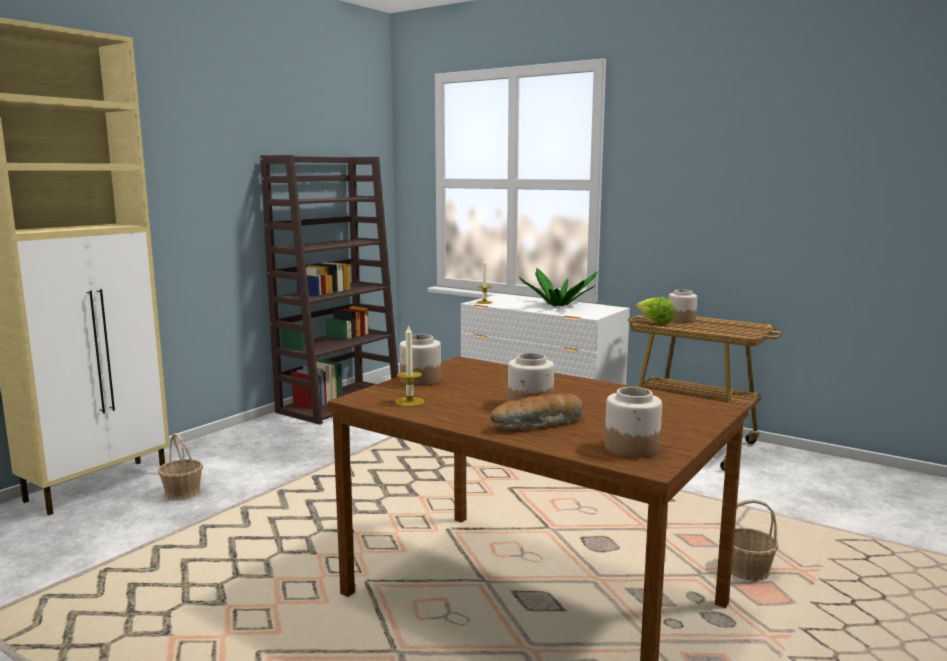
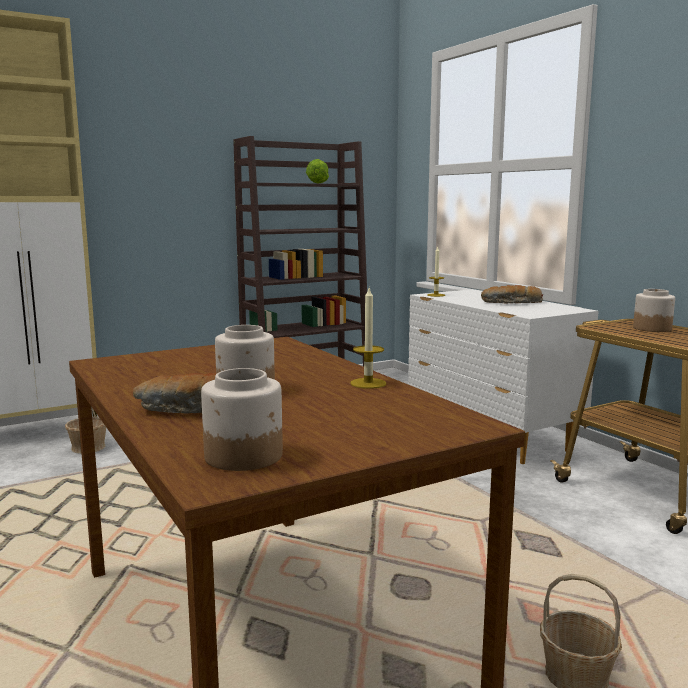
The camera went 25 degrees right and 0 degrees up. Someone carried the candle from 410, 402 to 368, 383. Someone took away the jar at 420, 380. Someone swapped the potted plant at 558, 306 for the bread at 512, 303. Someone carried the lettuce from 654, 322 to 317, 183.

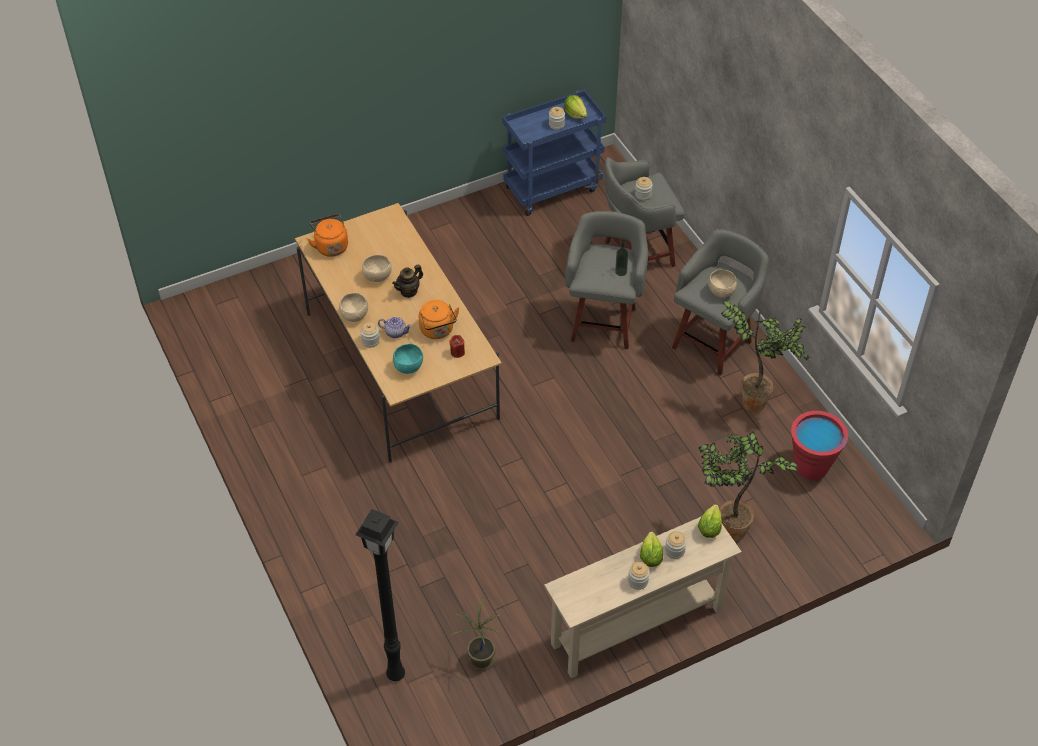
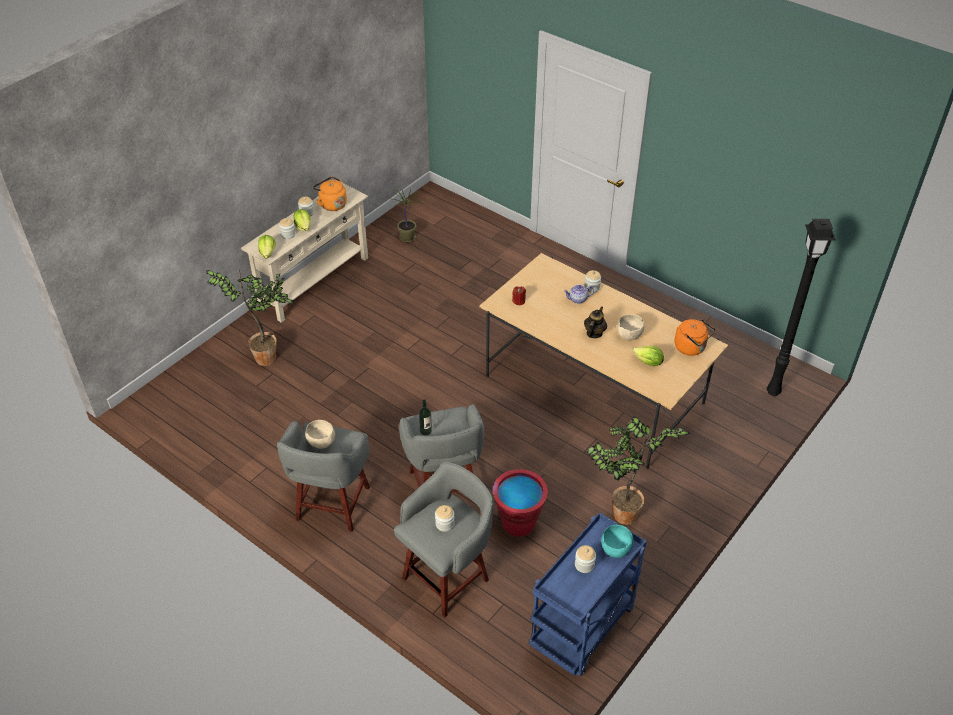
The camera went 155 degrees right and 5 degrees down. Someone took away the bowl (beige) at 355, 316. Someone carried the floor lamp (black) from 394, 675 to 774, 391. Someone carried the bowl (turquoise) from 408, 367 to 616, 549. Someone carried the kettle (orange) from 438, 331 to 331, 204. Someone carried the lettuce from 575, 114 to 648, 362. Someone carried the potted plant from 757, 402 to 622, 516. Someone carried the bucket (red) from 811, 466 to 518, 523.

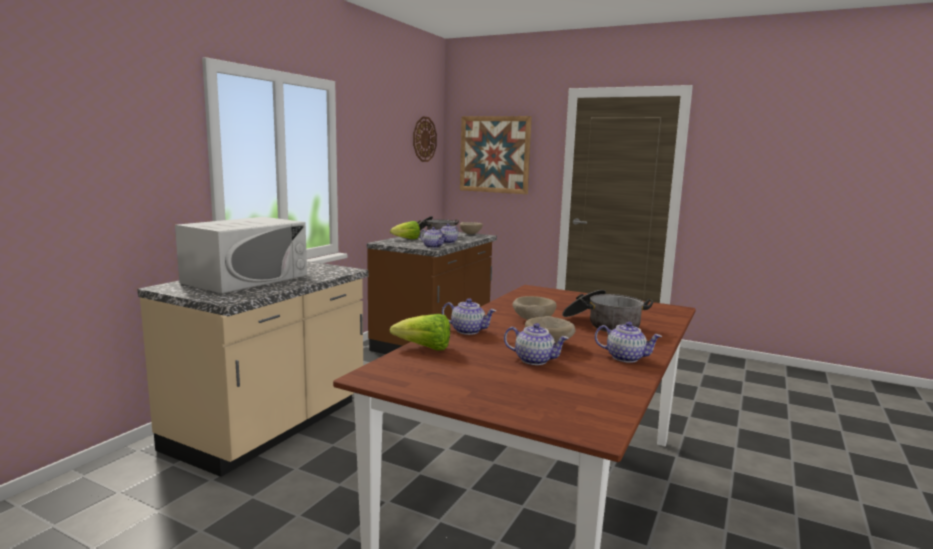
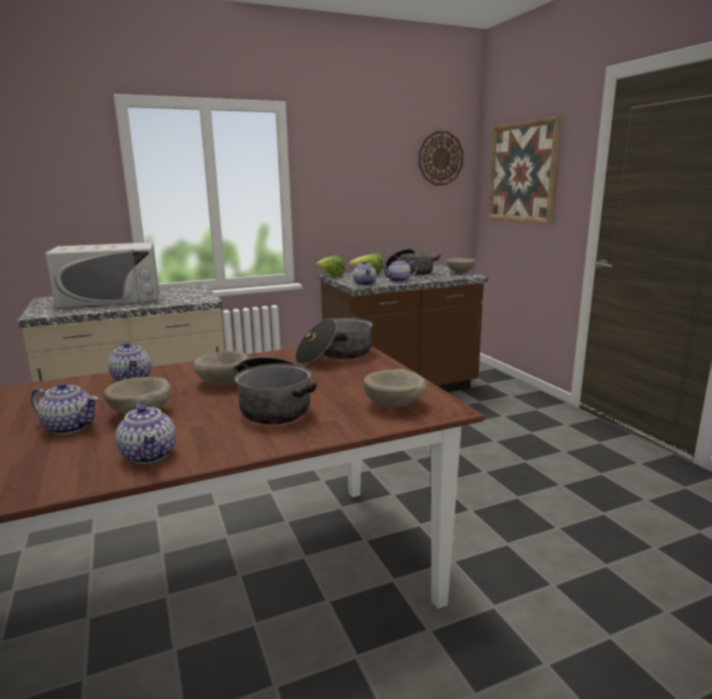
The camera went 40 degrees right and 5 degrees up. Someone carried the lettuce from 425, 348 to 330, 276. Someone rotated the teapot at 535, 360 by 45 degrees counterclockwise. Someone put down the cooking pot at 335, 355. Someone put down the bowl (beige) at 396, 405.

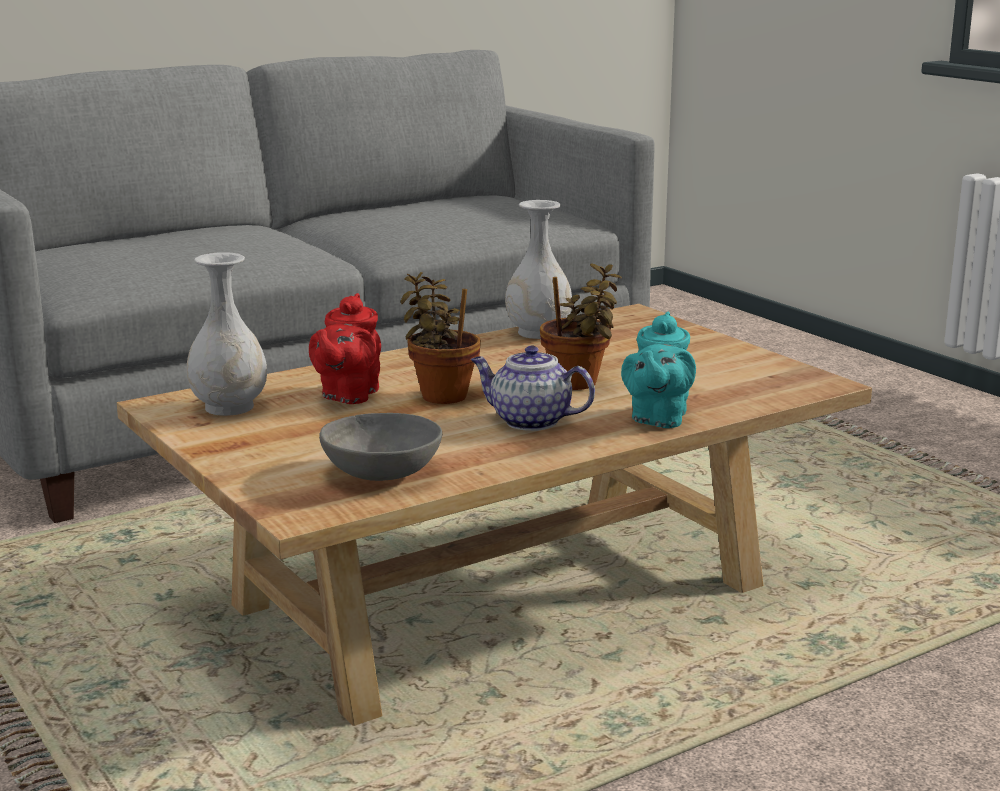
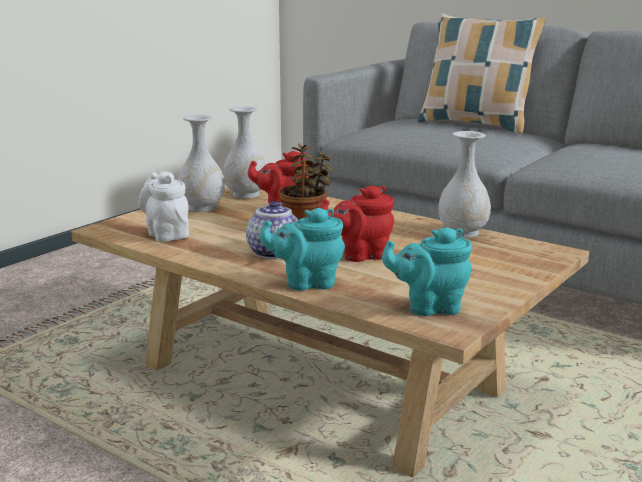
The camera went 70 degrees right and 0 degrees up. Someone swapped the bowl (grey) at 383, 473 for the teapot (white) at 166, 234. Someone swapped the potted plant at 579, 384 for the teapot (red) at 360, 255. Someone put down the vase (white) at 202, 208. Someone put down the teapot (turquoise) at 429, 307. Someone put down the pillow at 475, 125.

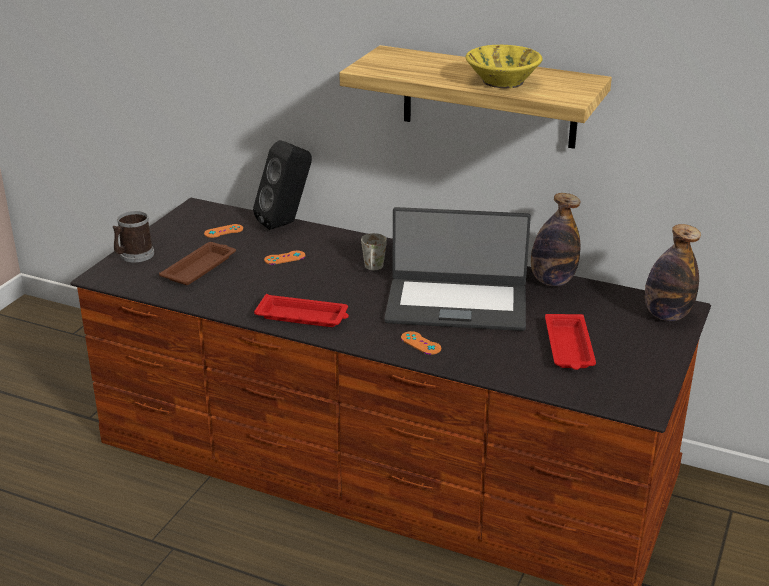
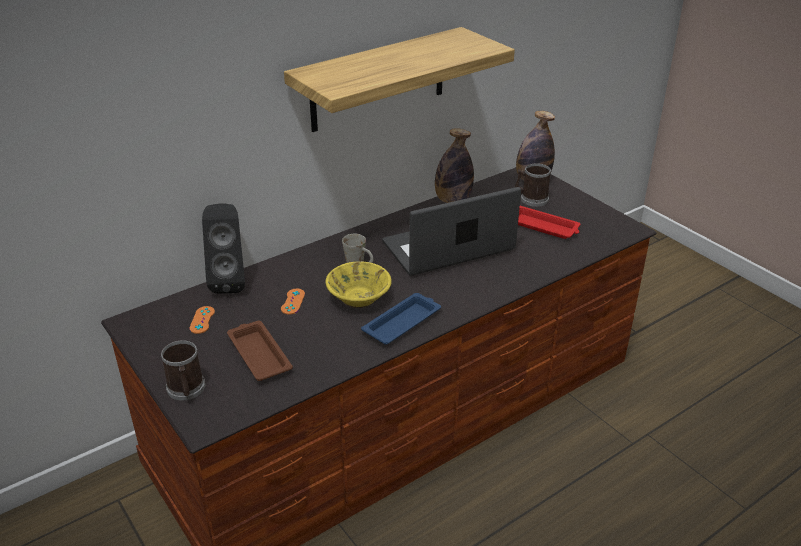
The camera went 60 degrees left and 5 degrees up. Someone repainted the tray (red) at 303, 316, which became the tray (blue) at 403, 322. Someone rotated the laptop at 456, 304 by 150 degrees counterclockwise. Someone took away the game controller (orange) at 420, 343. Someone carried the bowl (yellow) from 502, 82 to 359, 298. Someone put down the mug at 531, 199.

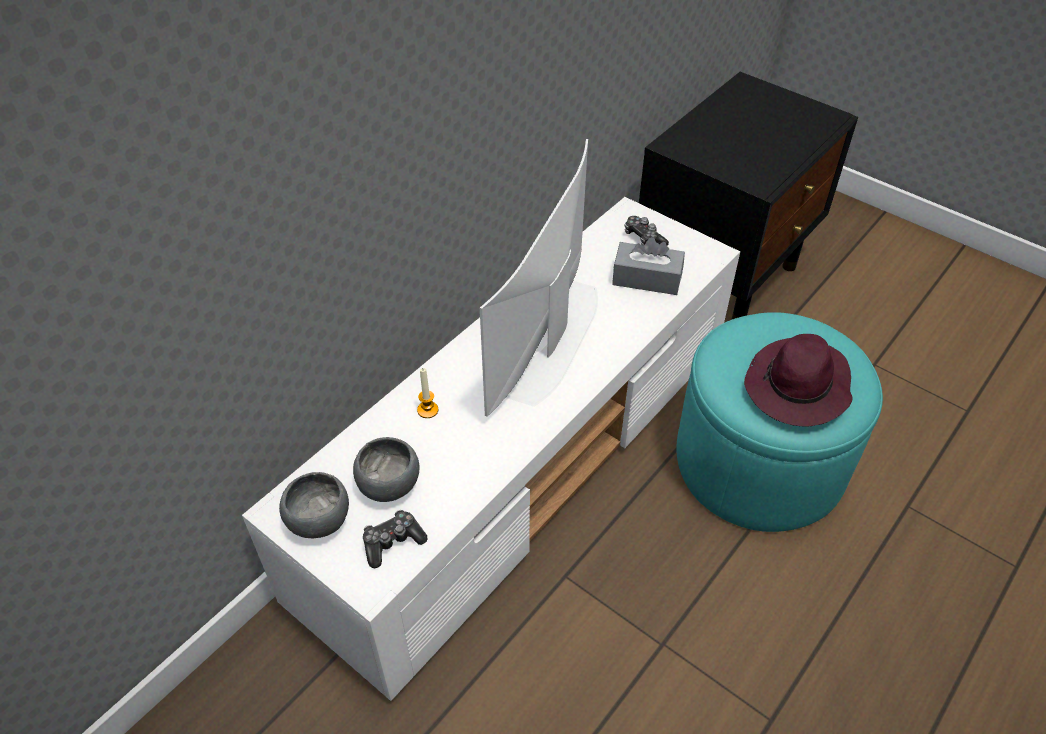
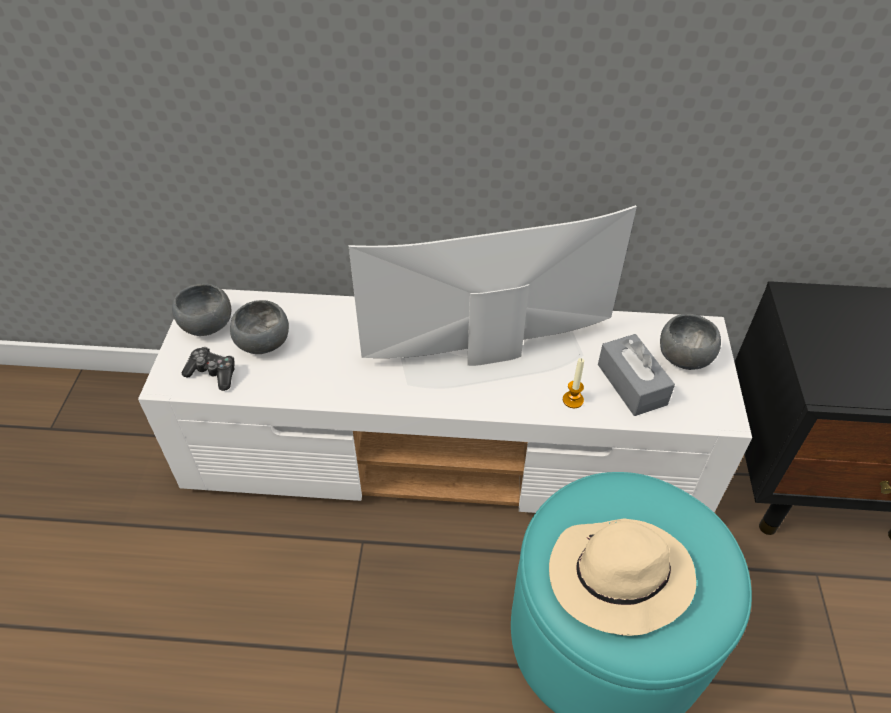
The camera went 55 degrees right and 0 degrees up. Someone carried the candle from 427, 410 to 573, 400. Someone swapped the game controller at 643, 238 for the bowl (grey) at 683, 356. Someone repainted the hat (purple) at 797, 388, which became the hat (beige) at 617, 578.

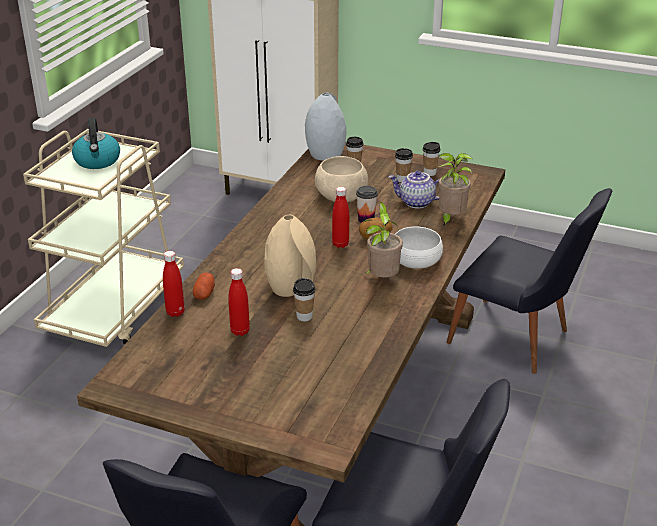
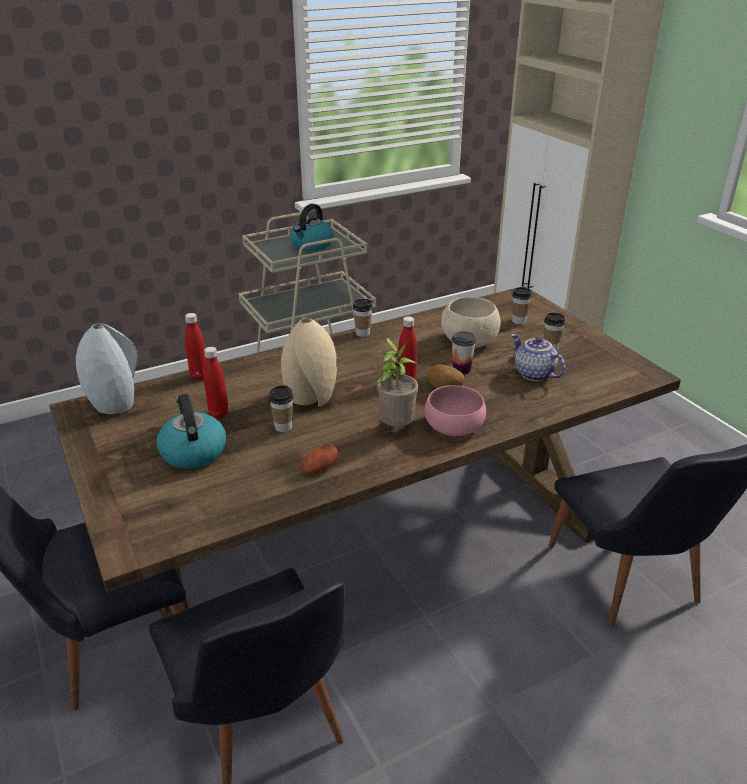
The camera went 40 degrees right and 0 degrees up. Someone carried the potato from 204, 294 to 320, 468. Someone carried the vase (grey) from 325, 154 to 115, 402. Someone repainted the bowl (white) at 415, 260, which became the bowl (pink) at 453, 425. Someone carried the cup from 429, 173 to 362, 333. Someone took away the potted plant at 450, 219. Someone put down the kettle at 193, 451.

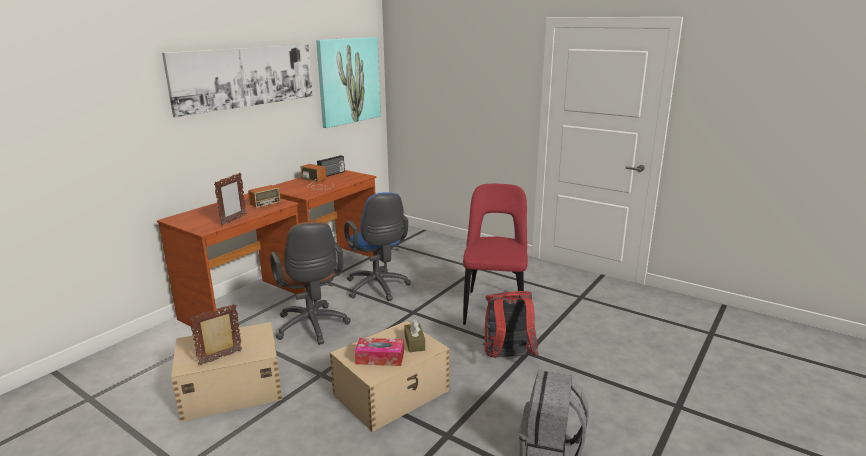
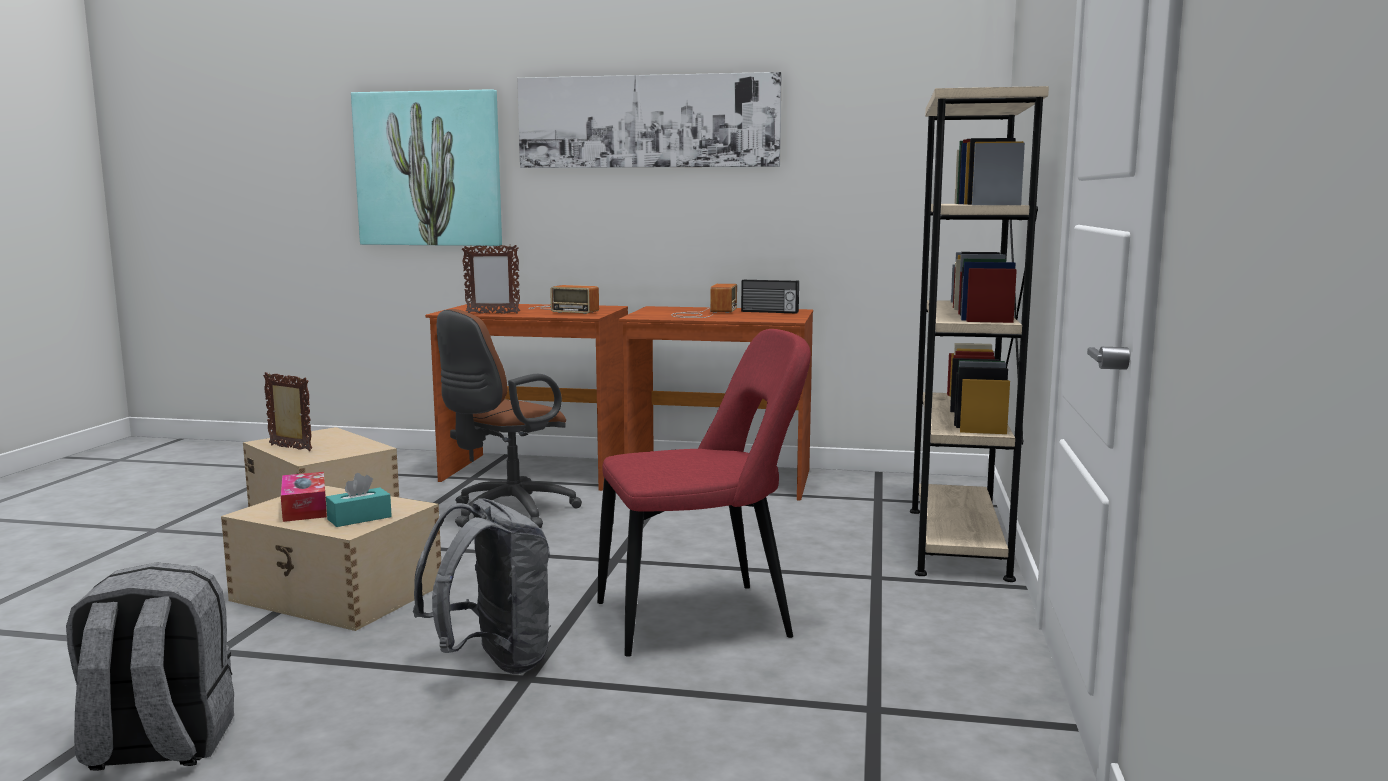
The camera went 65 degrees right and 10 degrees down. Someone carried the picture from 348, 81 to 429, 169. Someone took away the office chair (blue) at 378, 288. Someone repainted the tissue box (brown) at 414, 343, which became the tissue box (turquoise) at 359, 518. Someone repainted the backpack (red) at 507, 358, which became the backpack (grey) at 492, 662. Someone put down the bookcase (beige) at 957, 542.

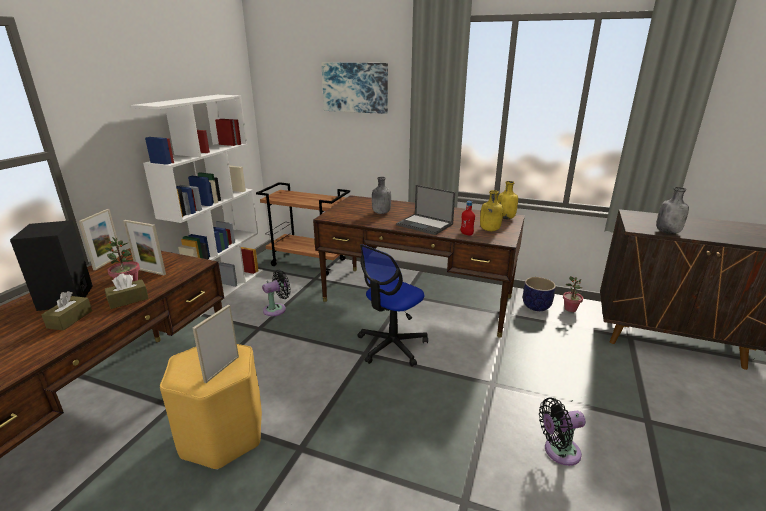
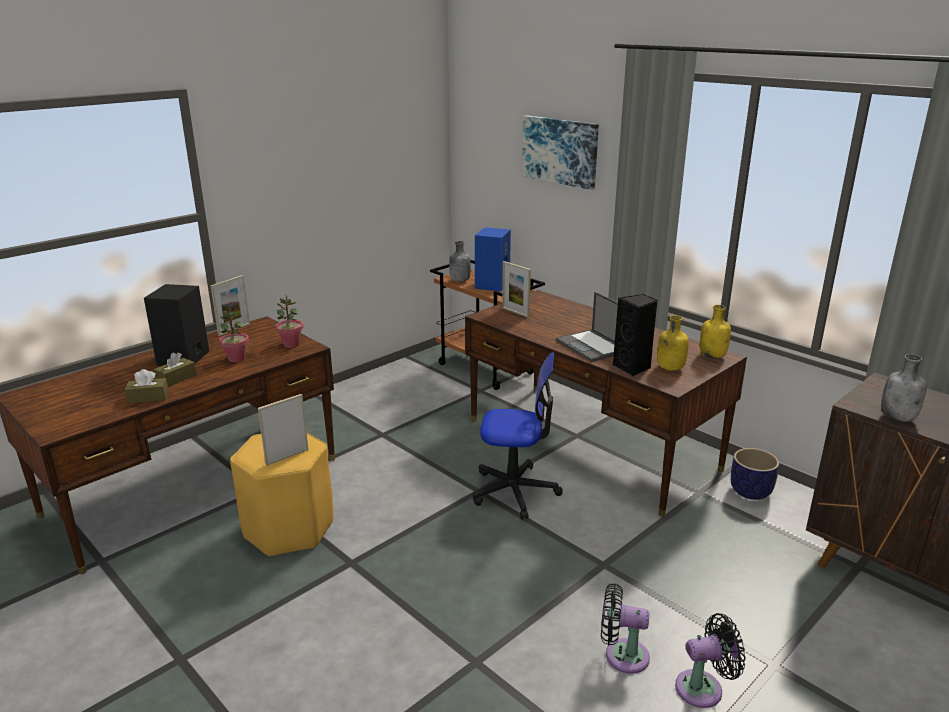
The camera went 25 degrees right and 0 degrees up. Someone carried the tissue box (brown) from 128, 300 to 148, 397. Someone carried the picture frame from 150, 271 to 515, 312. Someone took away the bookcase (white) at 223, 289. Someone carried the fan (black) from 277, 309 to 704, 688. Someone rotated the office chair at 392, 346 by 150 degrees counterclockwise. Someone carried the bottle (grey) from 381, 213 to 459, 281. Someone swapped the bottle (red) at 466, 234 for the speaker (black) at 633, 368. Someone carried the potted plant from 570, 309 to 291, 344. Someone put down the speaker (blue) at 492, 284.

